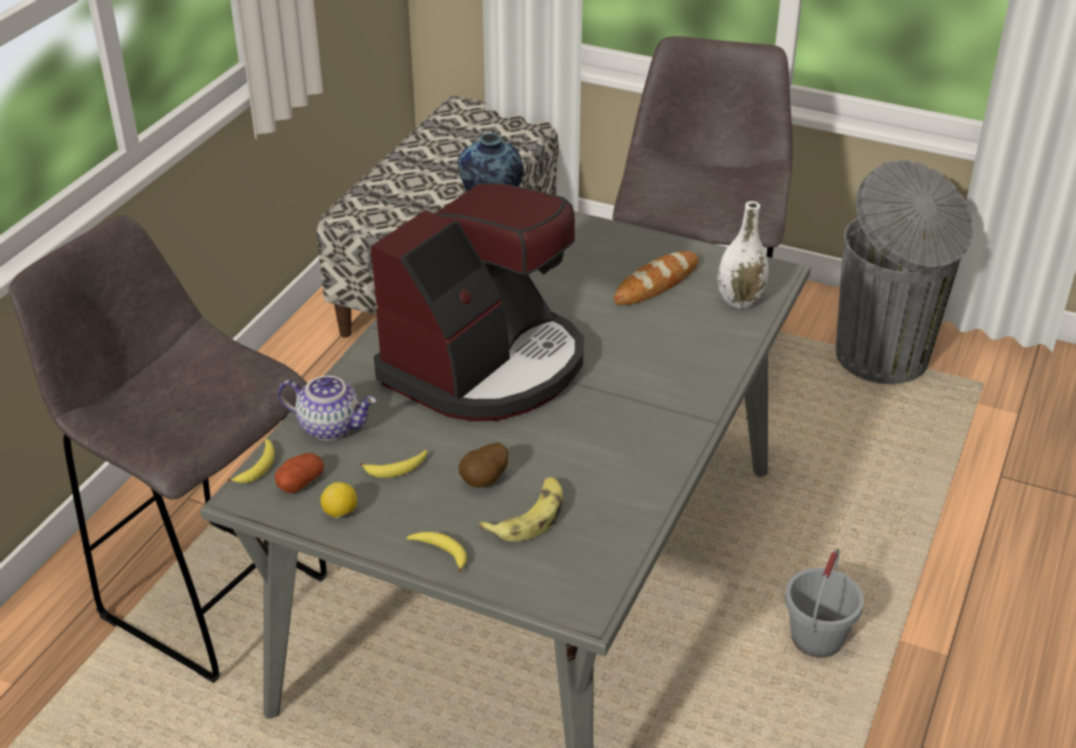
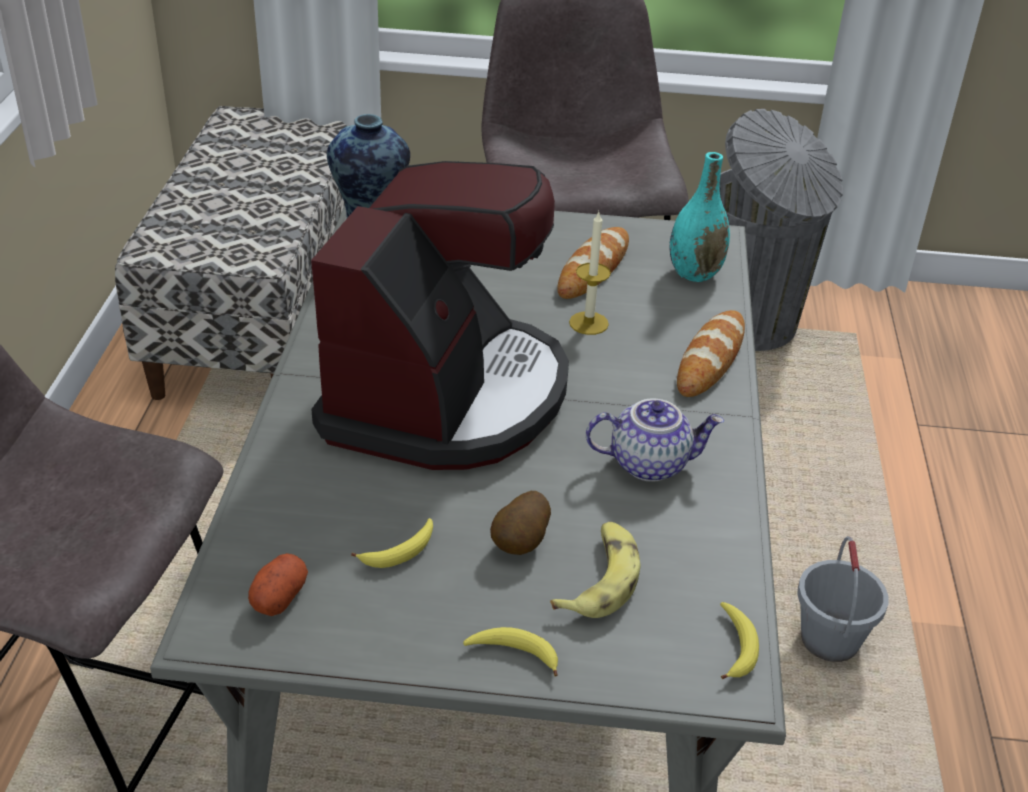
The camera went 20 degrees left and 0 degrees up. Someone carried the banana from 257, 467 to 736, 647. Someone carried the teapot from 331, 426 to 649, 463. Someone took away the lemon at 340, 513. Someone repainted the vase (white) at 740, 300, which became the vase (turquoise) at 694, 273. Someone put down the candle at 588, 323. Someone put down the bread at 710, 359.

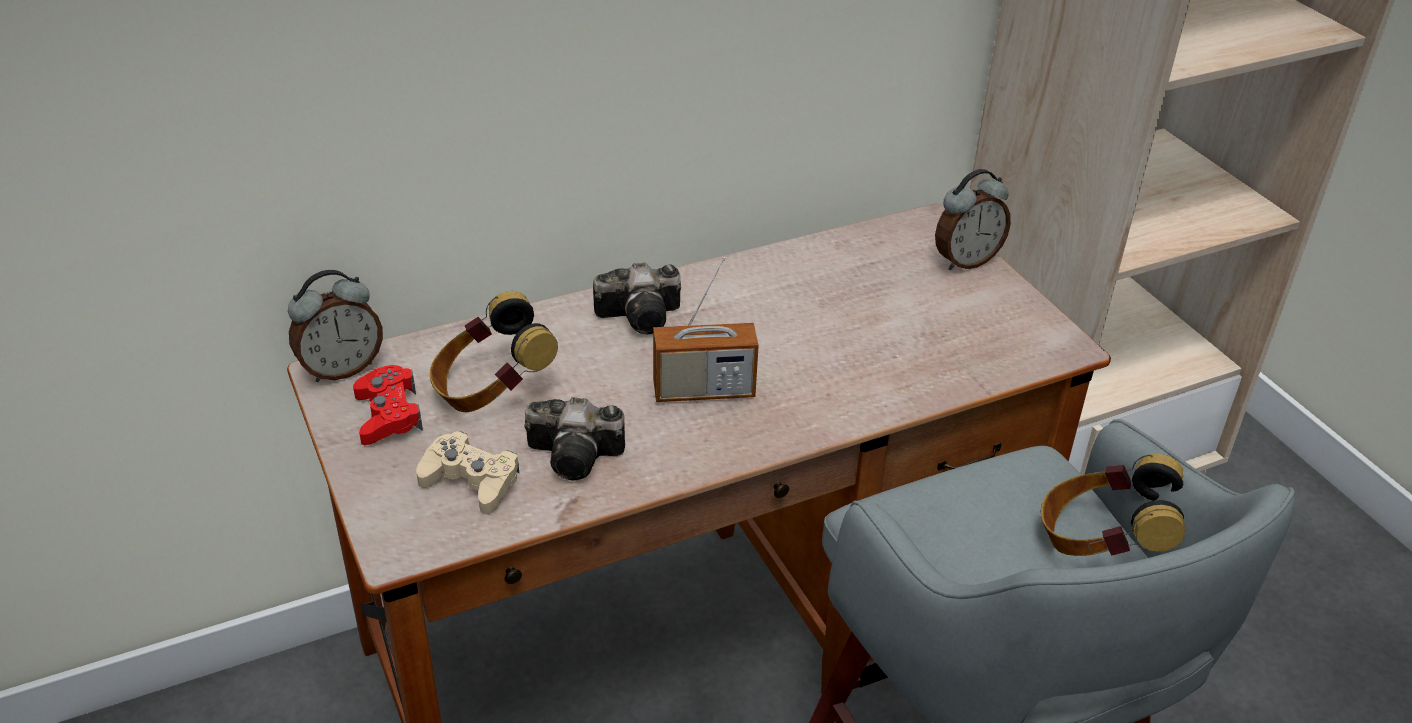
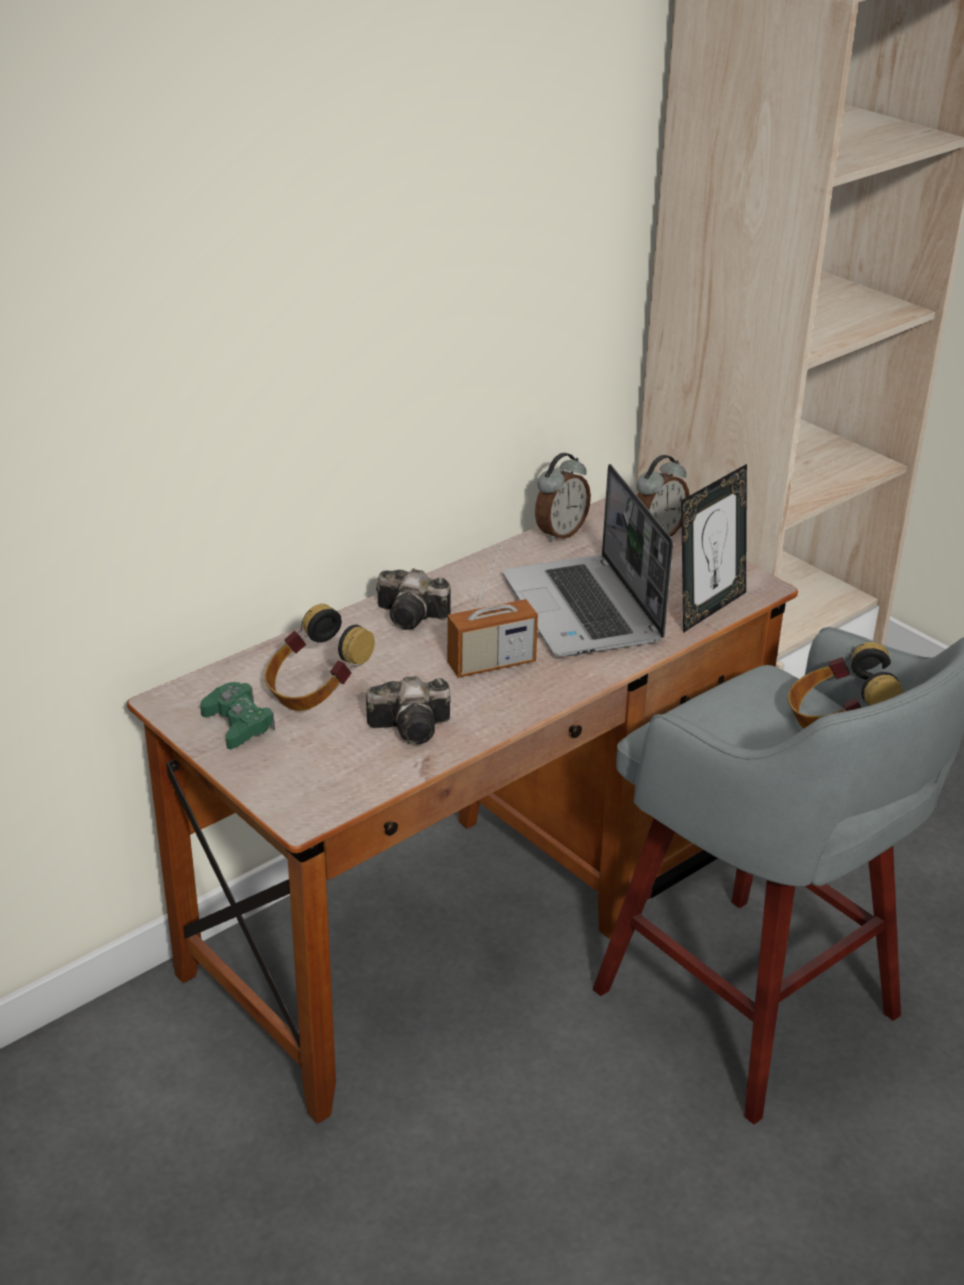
The camera went 15 degrees left and 5 degrees down. Someone carried the alarm clock from 341, 369 to 559, 533. Someone repainted the game controller (red) at 388, 414, which became the game controller (green) at 238, 723. Someone took away the game controller (beige) at 471, 481. Someone rotated the photo camera at 643, 316 by 45 degrees clockwise. Someone put down the laptop at 584, 610. Someone put down the picture frame at 708, 608.

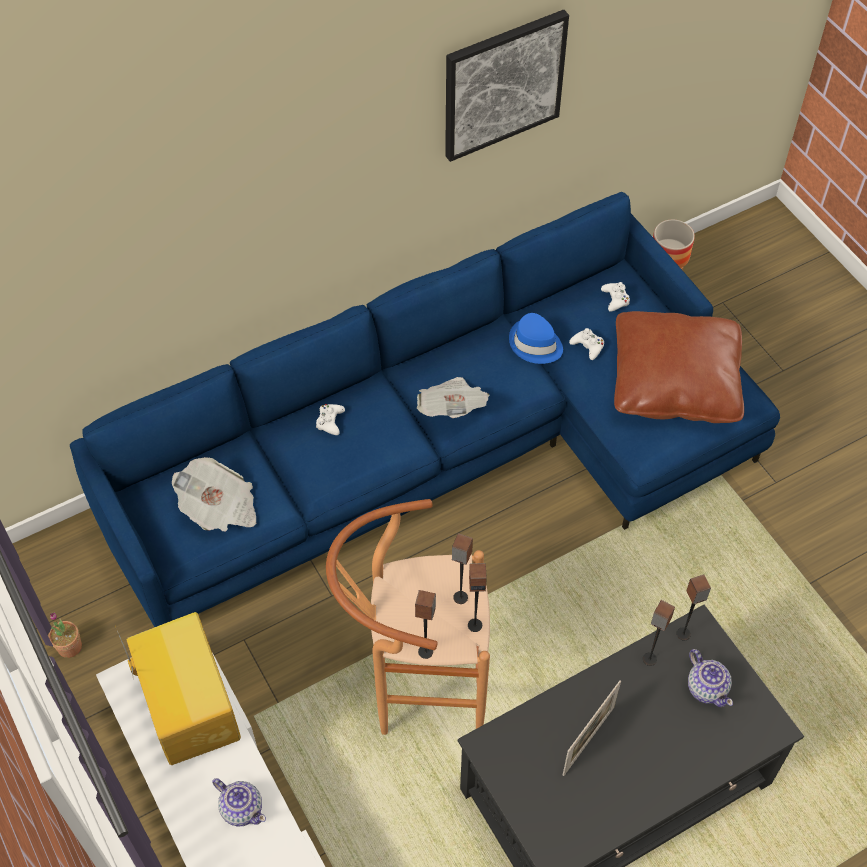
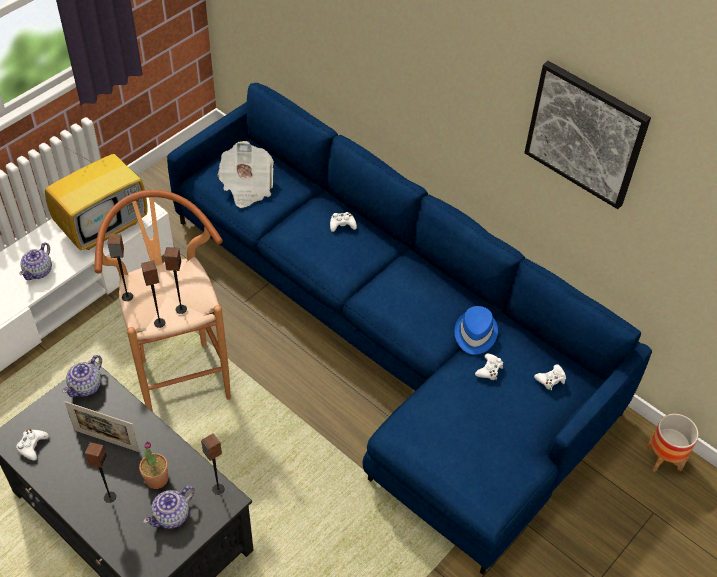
The camera went 70 degrees right and 5 degrees down. Someone carried the potted plant from 69, 647 to 156, 479. Someone took away the newspaper at 452, 409. Someone took away the pillow (brown) at 674, 382. Someone carried the speaker from 649, 659 to 109, 497. Someone put down the game controller (white) at 32, 446. Someone put down the teapot at 86, 386.

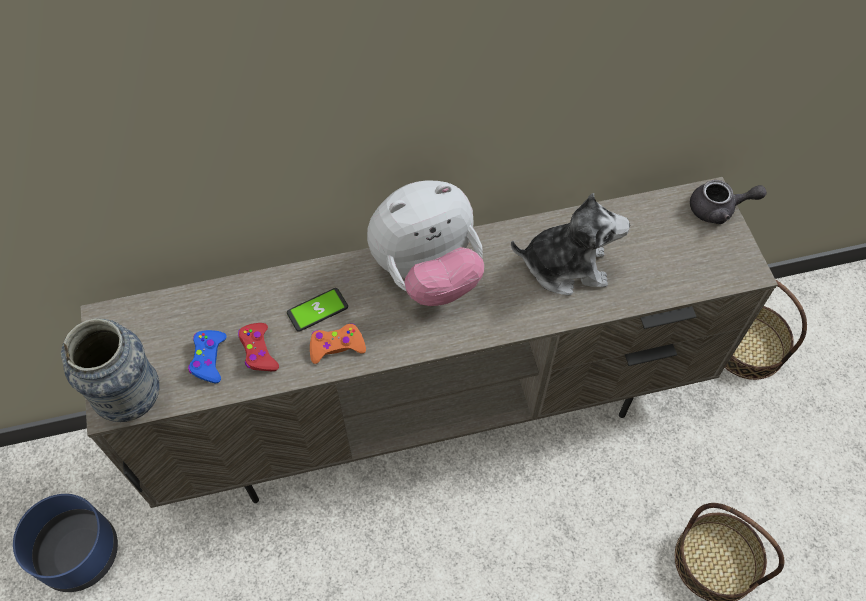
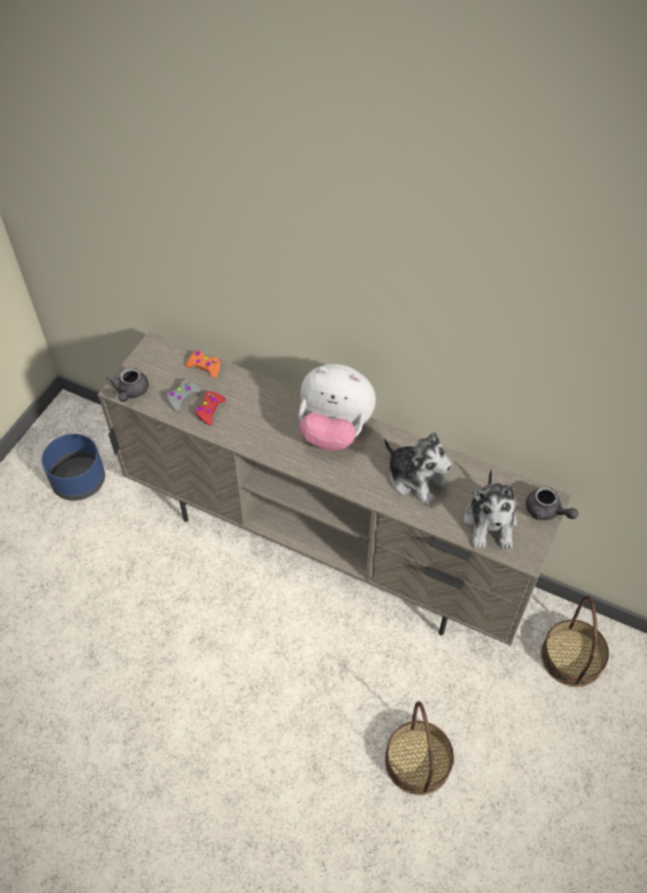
The camera went 40 degrees right and 5 degrees down. Someone swapped the vase at 131, 399 for the teapot (grey) at 131, 392. Someone repainted the game controller (blue) at 209, 359, which became the game controller (grey) at 183, 397. Someone took away the phone at 317, 310. Someone carried the game controller (orange) from 336, 346 to 204, 367. Someone put down the plush toy at 490, 523.

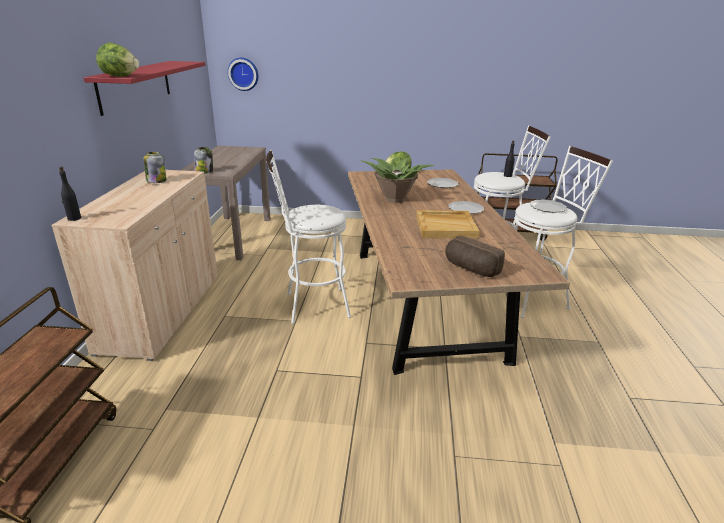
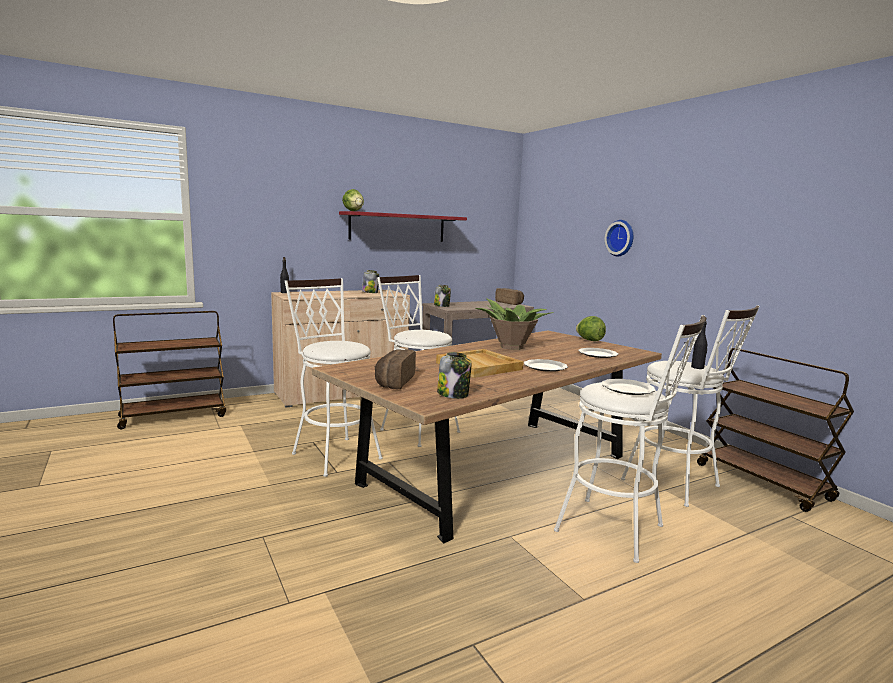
The camera went 55 degrees right and 15 degrees down. Someone carried the wall clock from 244, 74 to 621, 238. Someone put down the stool (white) at 333, 453. Someone put down the jar at 453, 394. Someone put down the bread at 510, 303.

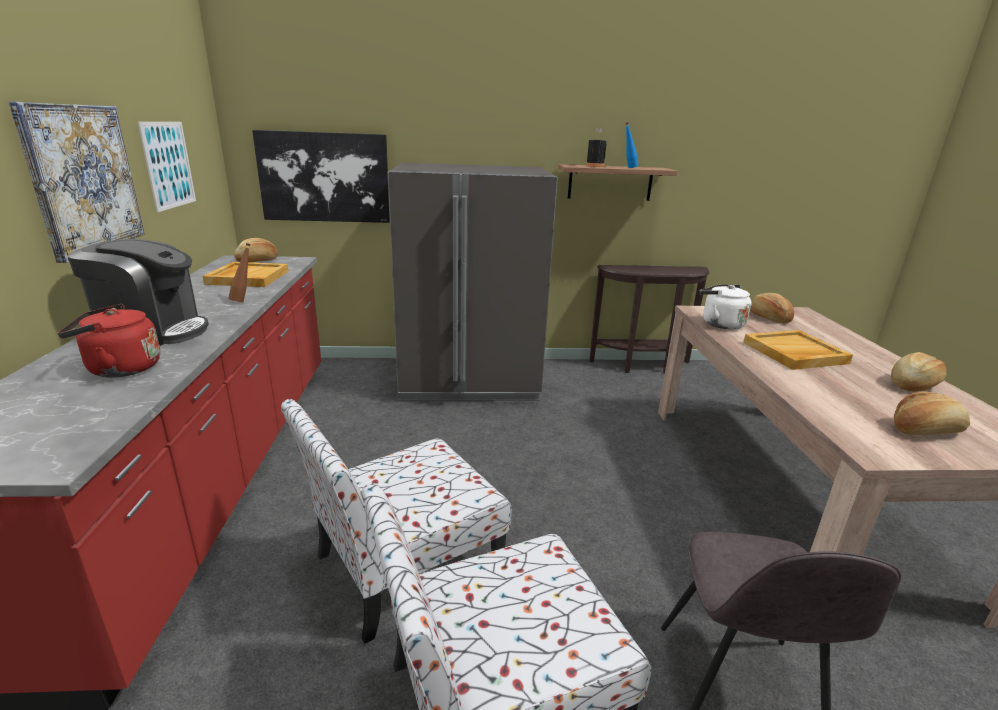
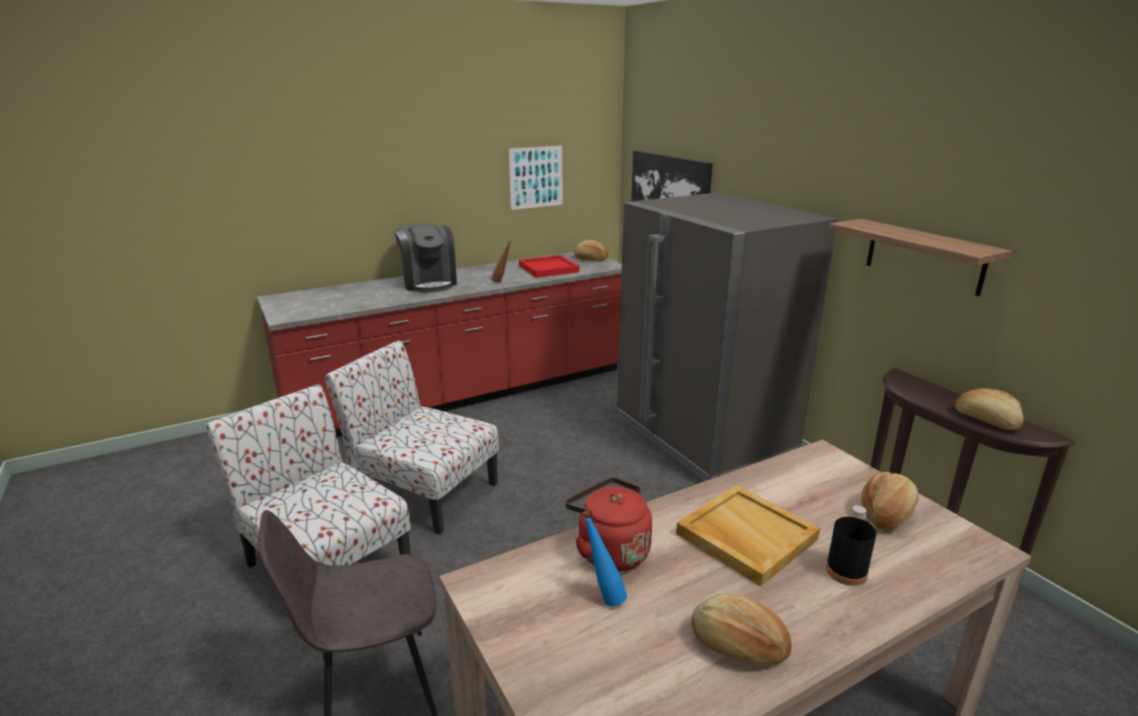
The camera went 65 degrees right and 0 degrees up. Someone took away the picture at 83, 179. Someone carried the kettle (red) from 120, 369 to 609, 551. Someone repainted the tray (beige) at 248, 277, which became the tray (red) at 548, 268. Someone carried the bottle (black) from 595, 166 to 846, 571. Someone carried the bottle (blue) from 628, 168 to 603, 596. Someone took away the kettle (white) at 719, 324. Someone carried the bread from 925, 430 to 986, 420.

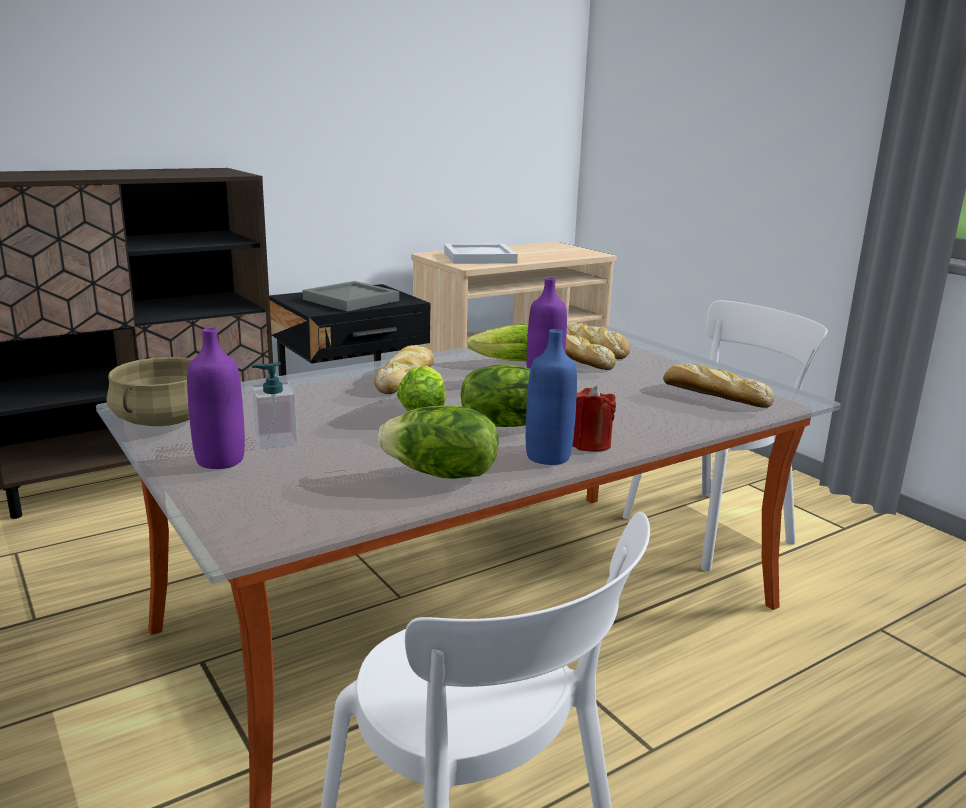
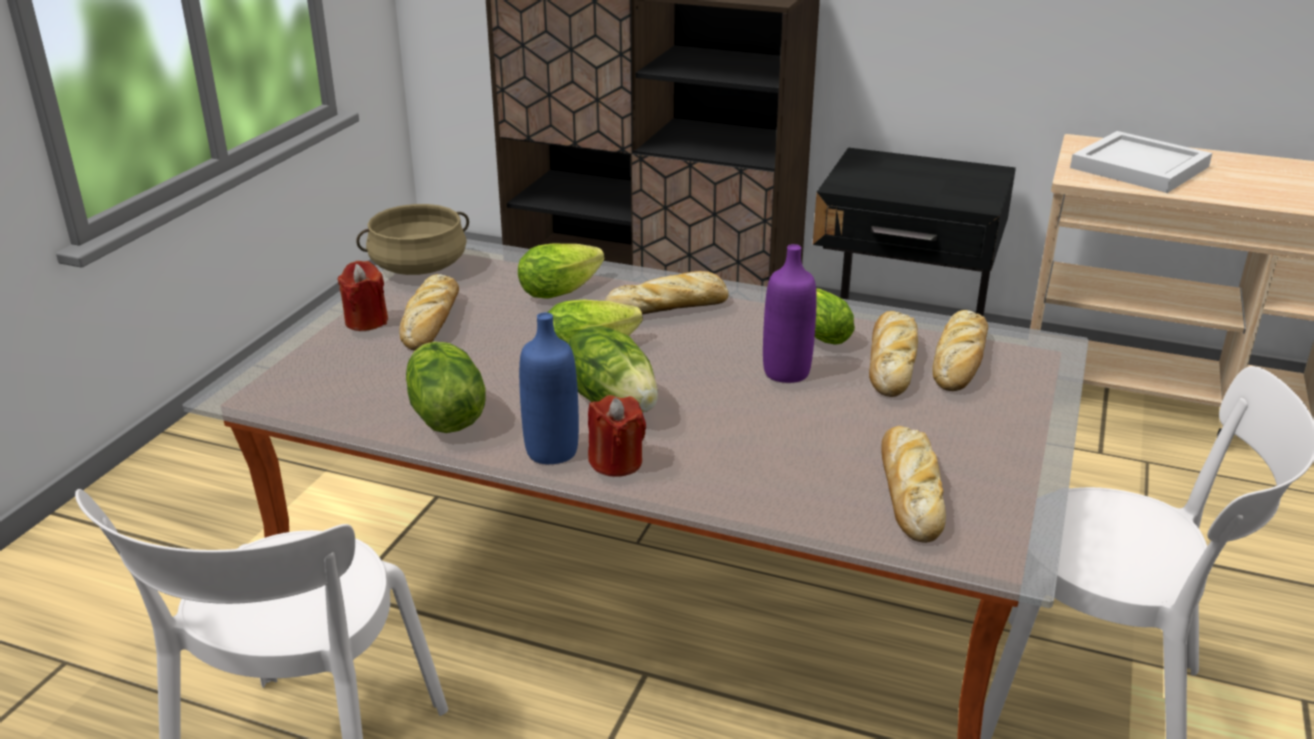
The camera went 55 degrees right and 10 degrees up. Someone swapped the bottle (purple) at 220, 460 for the candle (red) at 366, 321. Someone swapped the soap dispenser at 275, 440 for the bread at 431, 322. Someone took away the tray (grey) at 351, 300. Someone put down the lettuce at 564, 288.

